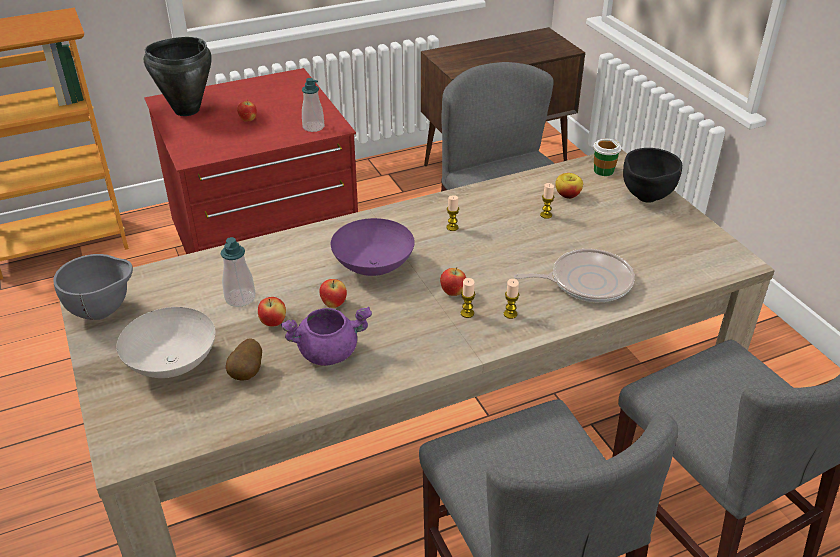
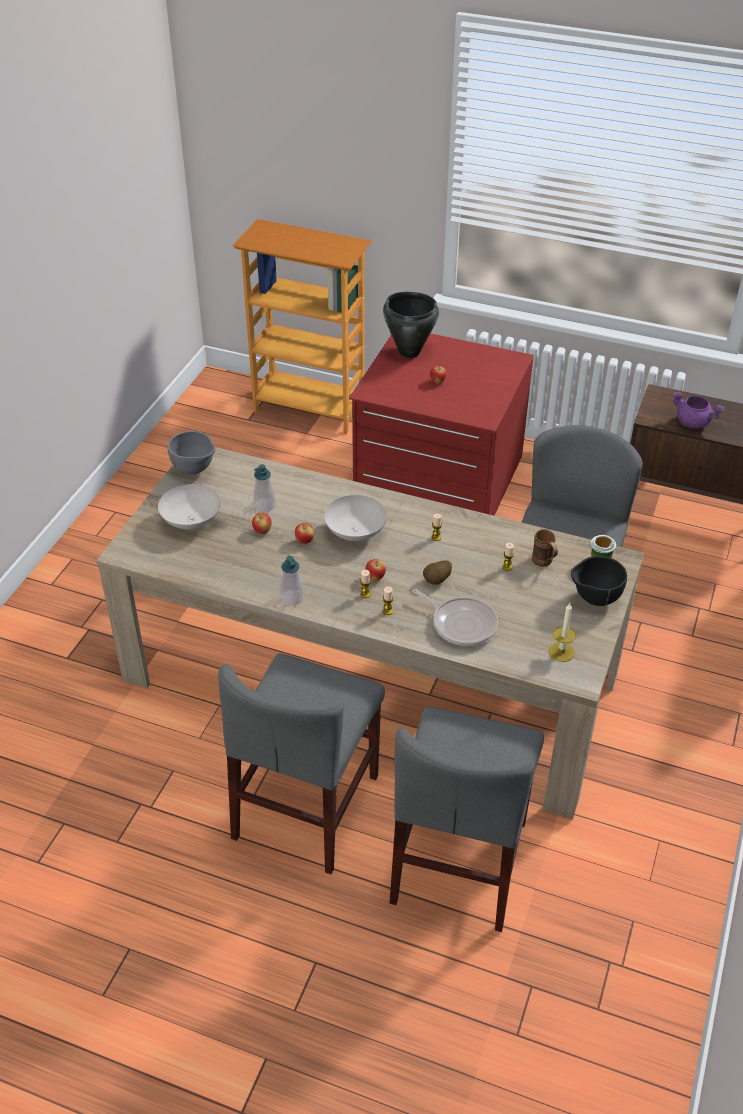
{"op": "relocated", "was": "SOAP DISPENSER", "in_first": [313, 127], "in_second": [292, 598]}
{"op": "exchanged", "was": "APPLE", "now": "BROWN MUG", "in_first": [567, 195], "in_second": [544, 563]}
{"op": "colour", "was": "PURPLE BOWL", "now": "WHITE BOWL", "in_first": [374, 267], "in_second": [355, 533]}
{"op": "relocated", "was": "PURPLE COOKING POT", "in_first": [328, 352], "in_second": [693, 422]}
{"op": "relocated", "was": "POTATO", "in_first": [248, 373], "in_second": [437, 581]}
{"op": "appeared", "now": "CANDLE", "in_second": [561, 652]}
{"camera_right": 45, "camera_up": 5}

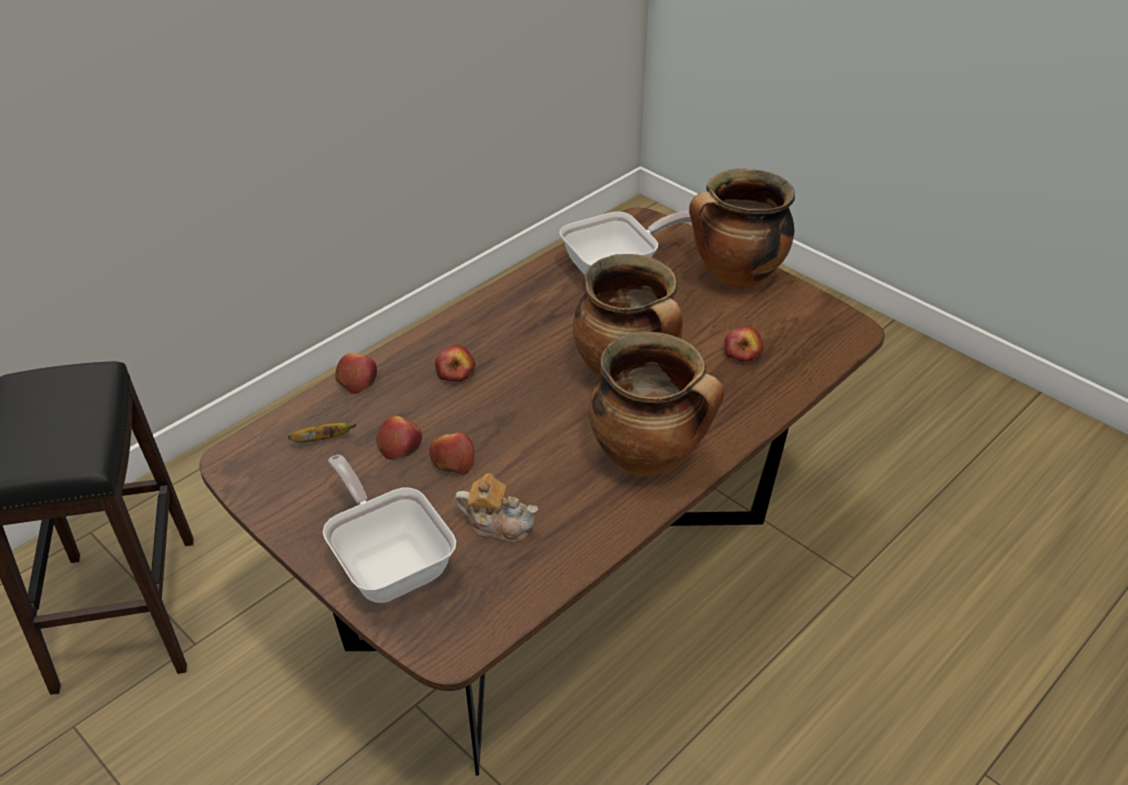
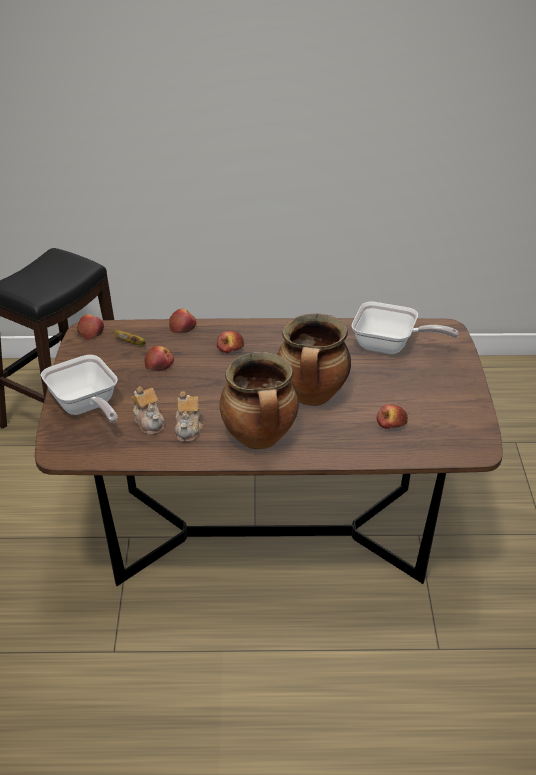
{"op": "missing", "was": "COOKING POT", "in_first": [736, 277]}
{"op": "relocated", "was": "APPLE", "in_first": [452, 461], "in_second": [90, 332]}
{"op": "spun", "was": "FRYING PAN", "in_first": [389, 562], "in_second": [85, 407], "clockwise": 135}
{"op": "appeared", "now": "TEAPOT", "in_second": [188, 429]}
{"camera_right": 45, "camera_up": -5}

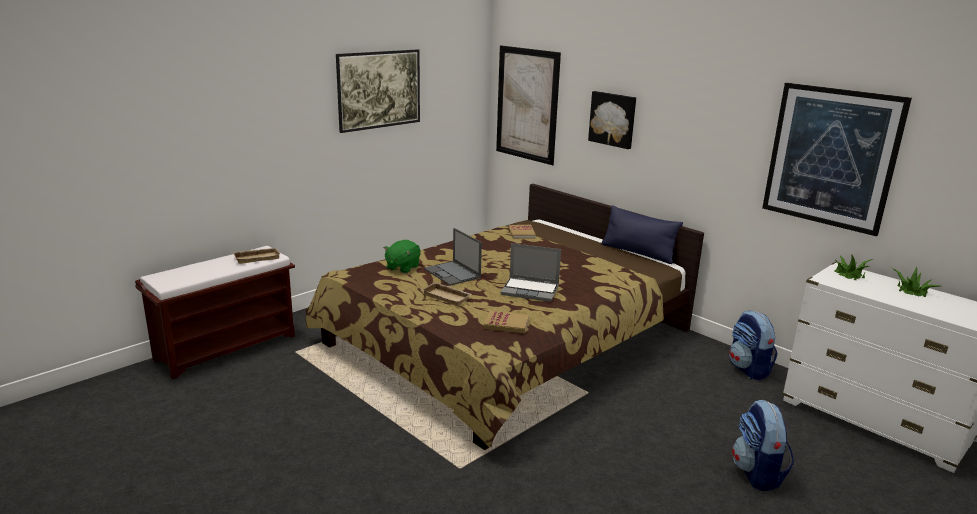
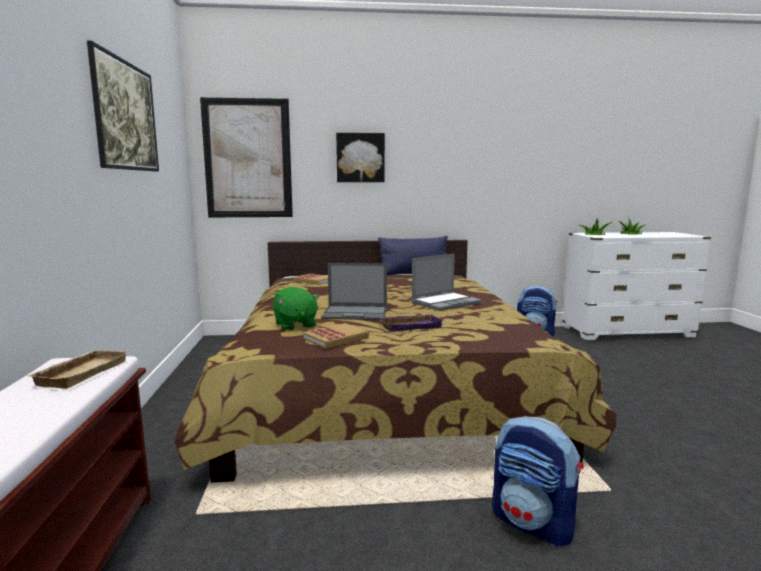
{"op": "missing", "was": "PICTURE", "in_first": [831, 157]}
{"op": "colour", "was": "BEIGE TRAY", "now": "PURPLE TRAY", "in_first": [447, 297], "in_second": [410, 326]}
{"op": "relocated", "was": "BOOK", "in_first": [506, 324], "in_second": [336, 338]}
{"op": "relocated", "was": "BACKPACK", "in_first": [757, 474], "in_second": [533, 523]}
{"camera_right": -50, "camera_up": -10}

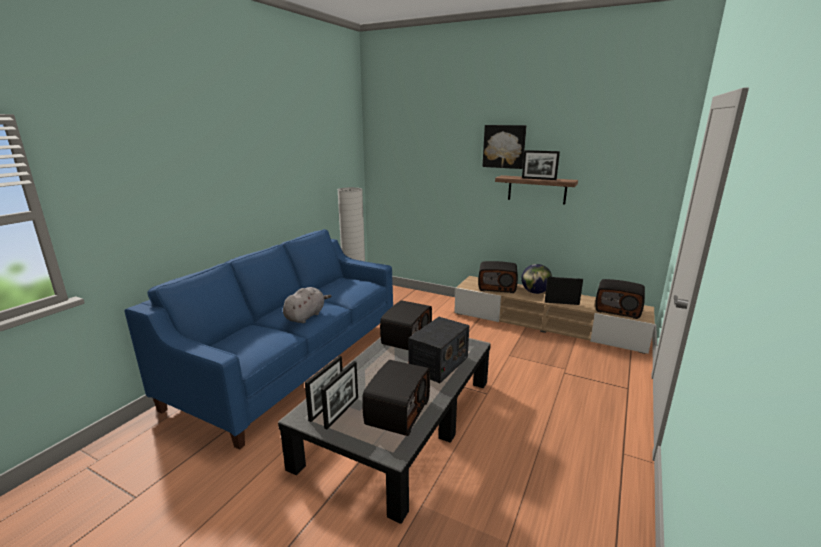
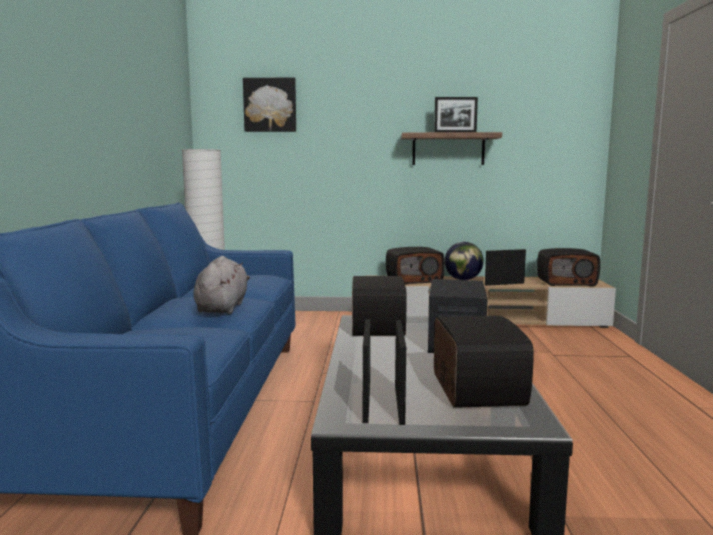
{"op": "relocated", "was": "PICTURE", "in_first": [504, 146], "in_second": [270, 105]}
{"camera_right": -25, "camera_up": -10}

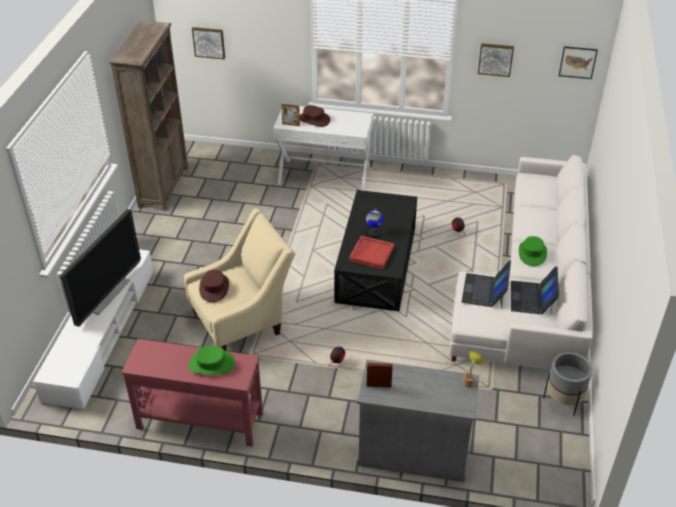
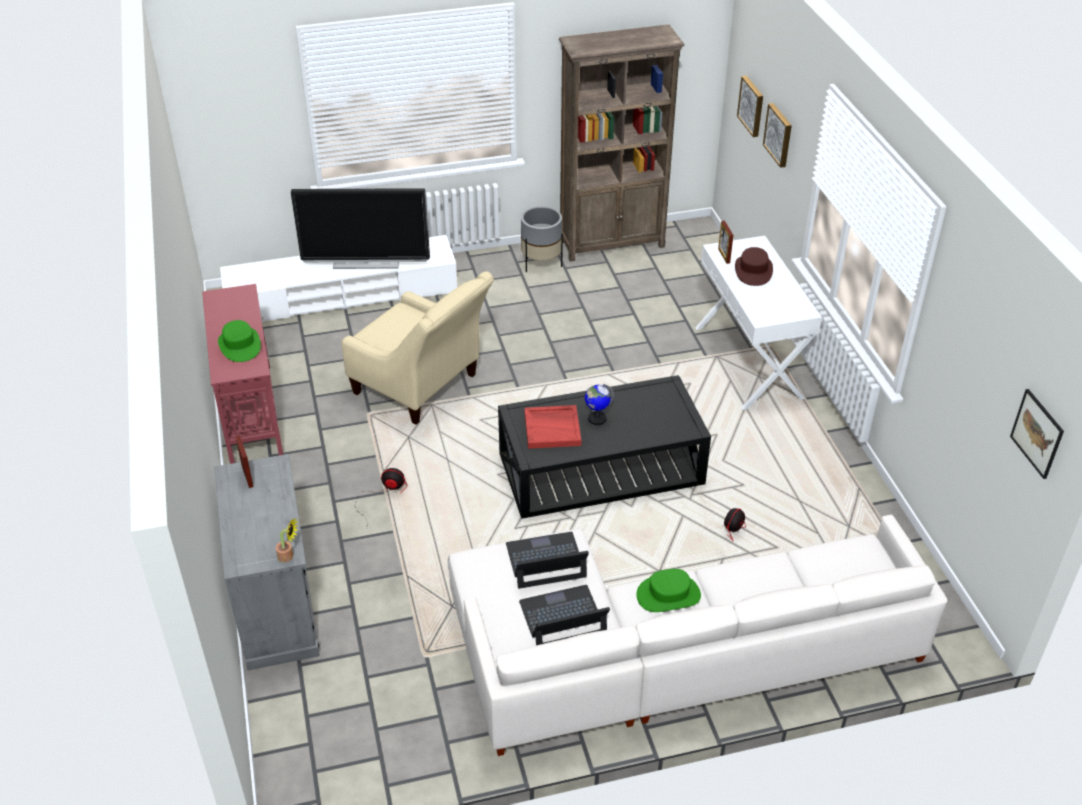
{"op": "relocated", "was": "PICTURE", "in_first": [495, 59], "in_second": [779, 134]}
{"op": "missing", "was": "BROWN HAT", "in_first": [214, 288]}
{"op": "relocated", "was": "GREY PLANTER", "in_first": [563, 401], "in_second": [541, 263]}
{"camera_right": 65, "camera_up": 0}

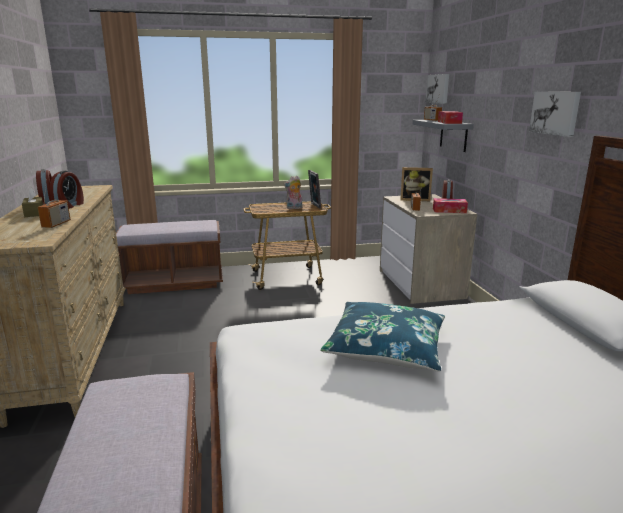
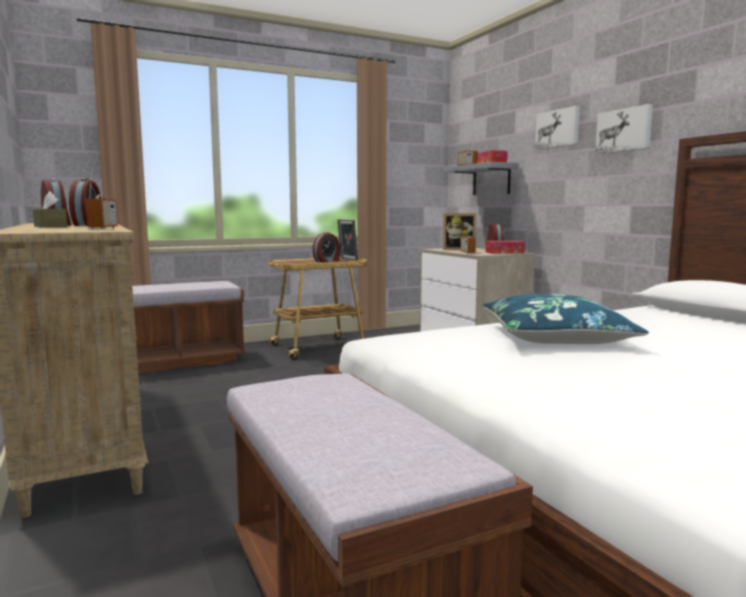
{"op": "relocated", "was": "PICTURE", "in_first": [438, 89], "in_second": [558, 128]}
{"op": "exchanged", "was": "PLUSH TOY", "now": "ALARM CLOCK", "in_first": [294, 208], "in_second": [327, 261]}
{"camera_right": -15, "camera_up": -10}

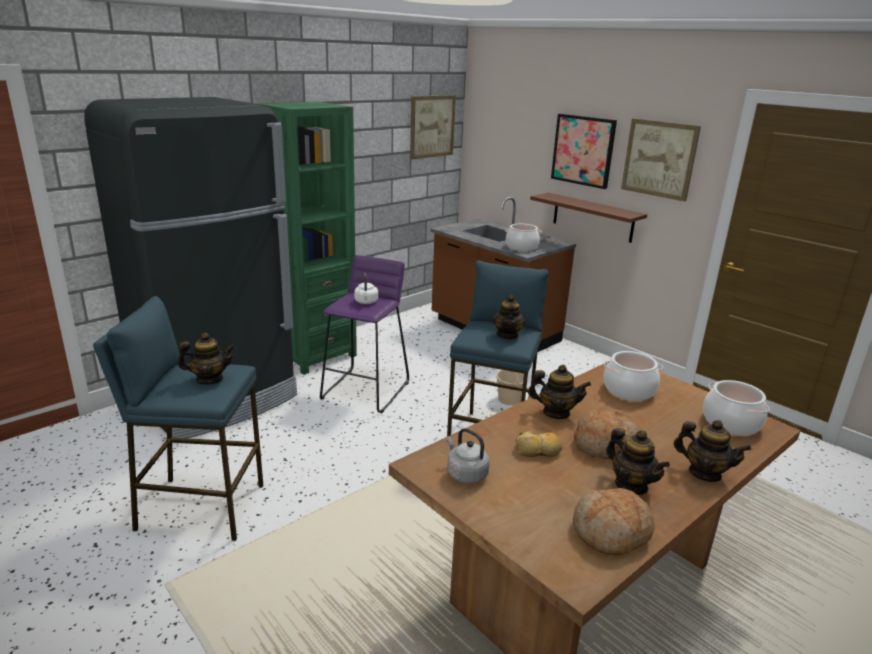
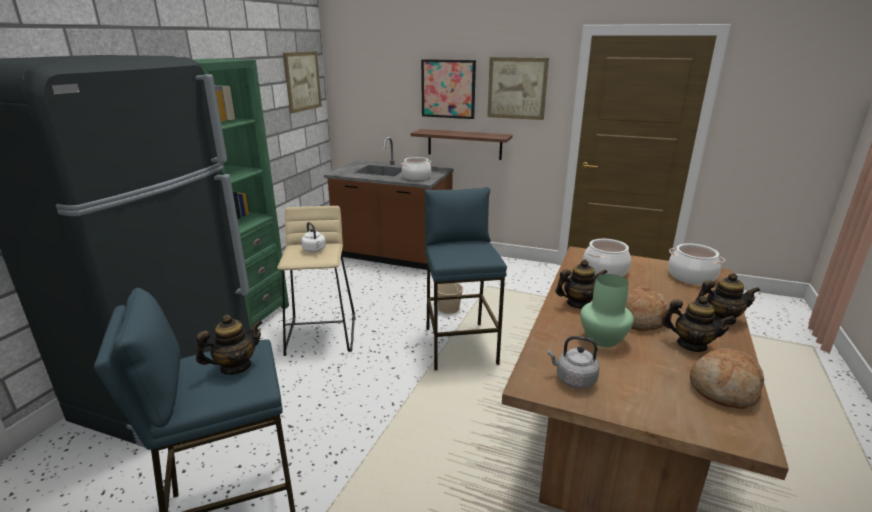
{"op": "colour", "was": "PURPLE STOOL", "now": "BEIGE STOOL", "in_first": [366, 390], "in_second": [322, 335]}
{"op": "missing", "was": "TEAPOT", "in_first": [507, 335]}
{"op": "exchanged", "was": "BREAD", "now": "GREEN VASE", "in_first": [538, 451], "in_second": [602, 339]}
{"camera_right": -25, "camera_up": 0}

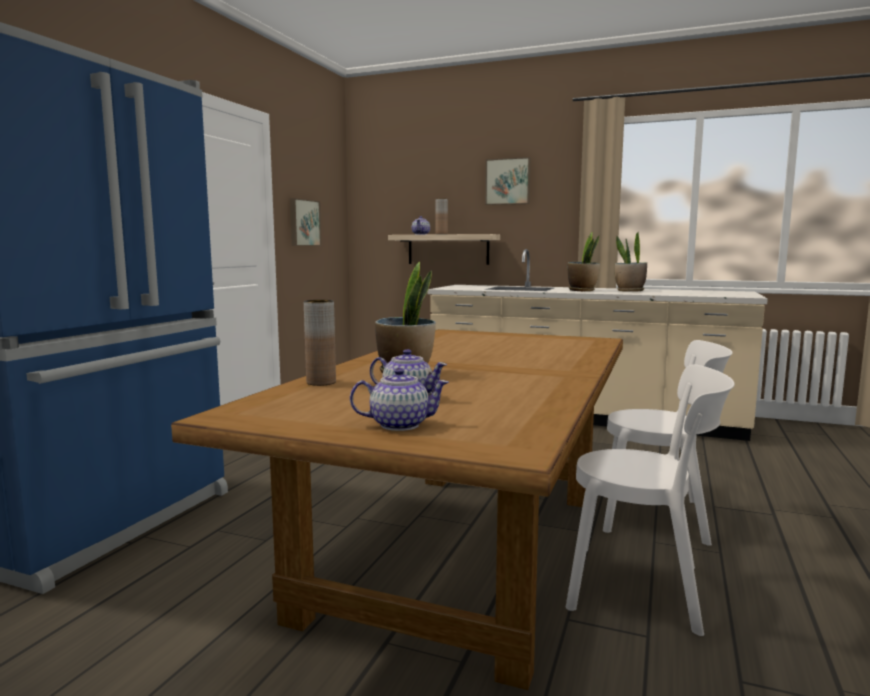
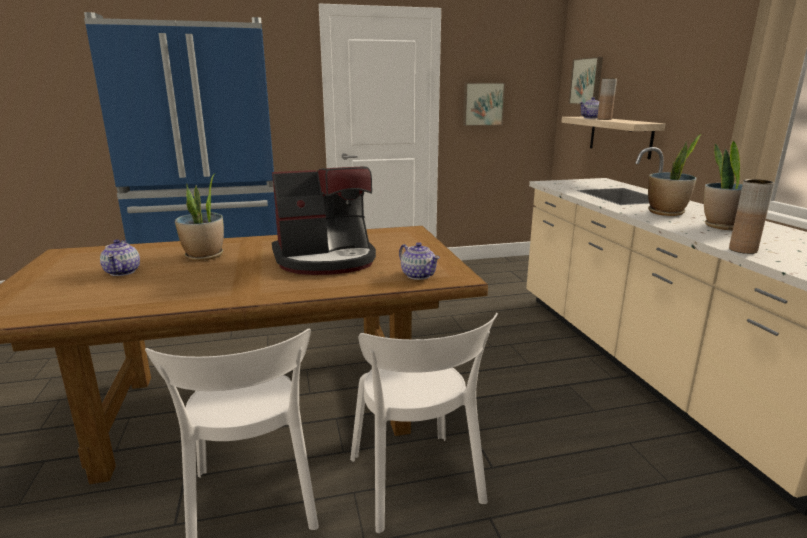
{"op": "relocated", "was": "PICTURE", "in_first": [508, 181], "in_second": [587, 81]}
{"op": "relocated", "was": "BROWN VASE", "in_first": [321, 382], "in_second": [742, 250]}
{"op": "relocated", "was": "TEAPOT", "in_first": [399, 424], "in_second": [418, 275]}
{"op": "appeared", "now": "COFFEE MACHINE", "in_second": [326, 259]}
{"camera_right": 55, "camera_up": 10}

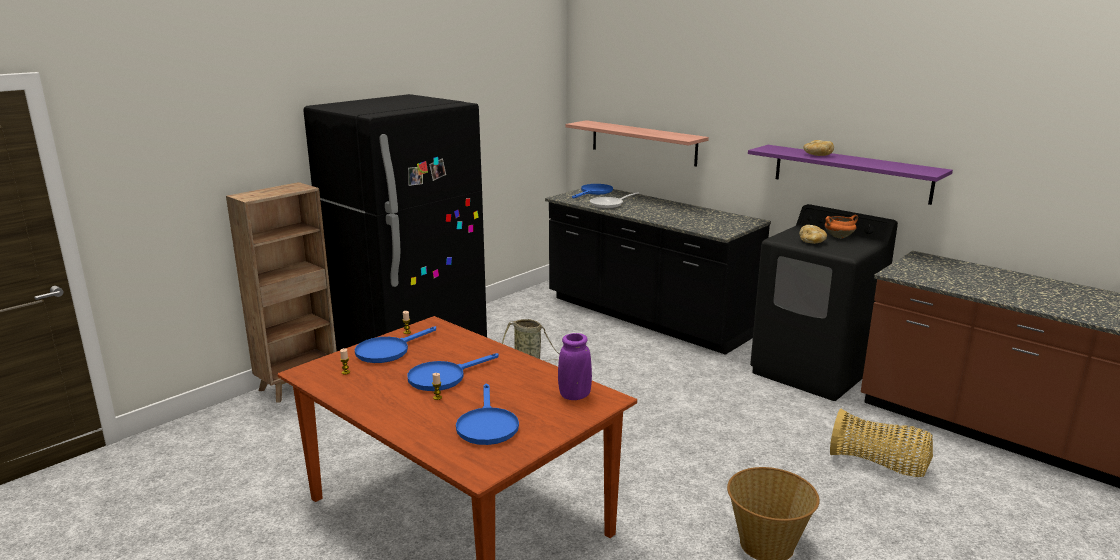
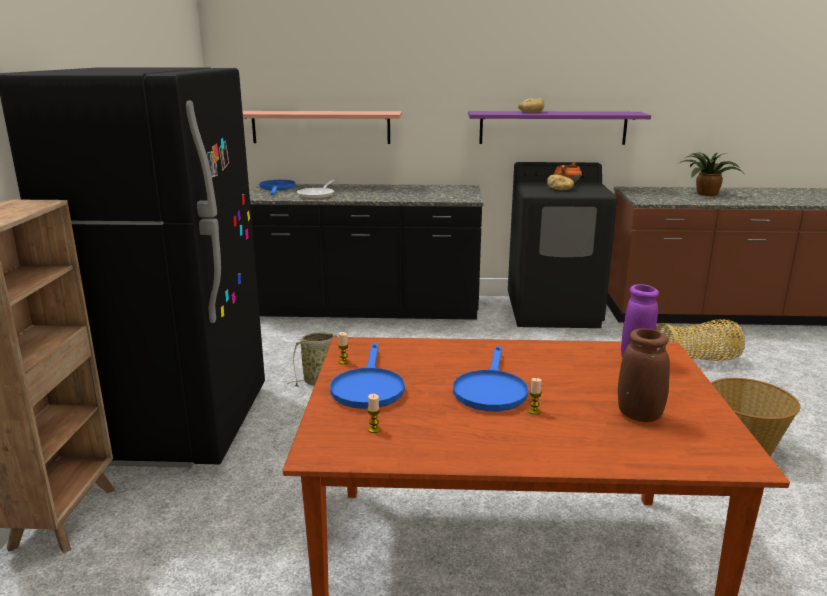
{"op": "exchanged", "was": "BLUE FRYING PAN", "now": "BROWN VASE", "in_first": [487, 425], "in_second": [639, 415]}
{"op": "appeared", "now": "POTTED PLANT", "in_second": [706, 193]}
{"camera_right": -40, "camera_up": 0}

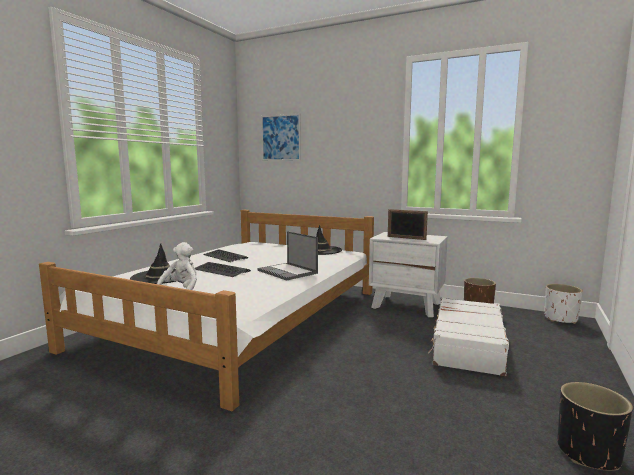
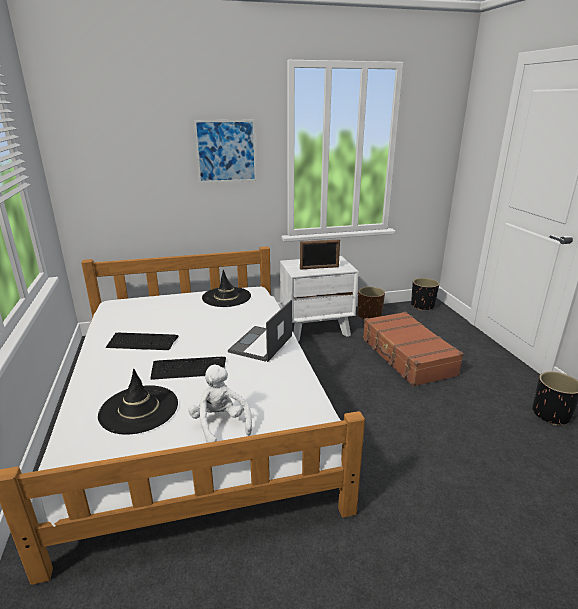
{"op": "relocated", "was": "PICTURE", "in_first": [281, 137], "in_second": [226, 151]}
{"op": "spun", "was": "LAPTOP", "in_first": [288, 272], "in_second": [261, 344], "clockwise": 105}
{"op": "colour", "was": "WHITE PLANTER", "now": "BLACK PLANTER", "in_first": [560, 319], "in_second": [422, 306]}
{"op": "colour", "was": "WHITE SUITCASE", "now": "BROWN SUITCASE", "in_first": [467, 345], "in_second": [406, 357]}
{"camera_right": -40, "camera_up": 15}

